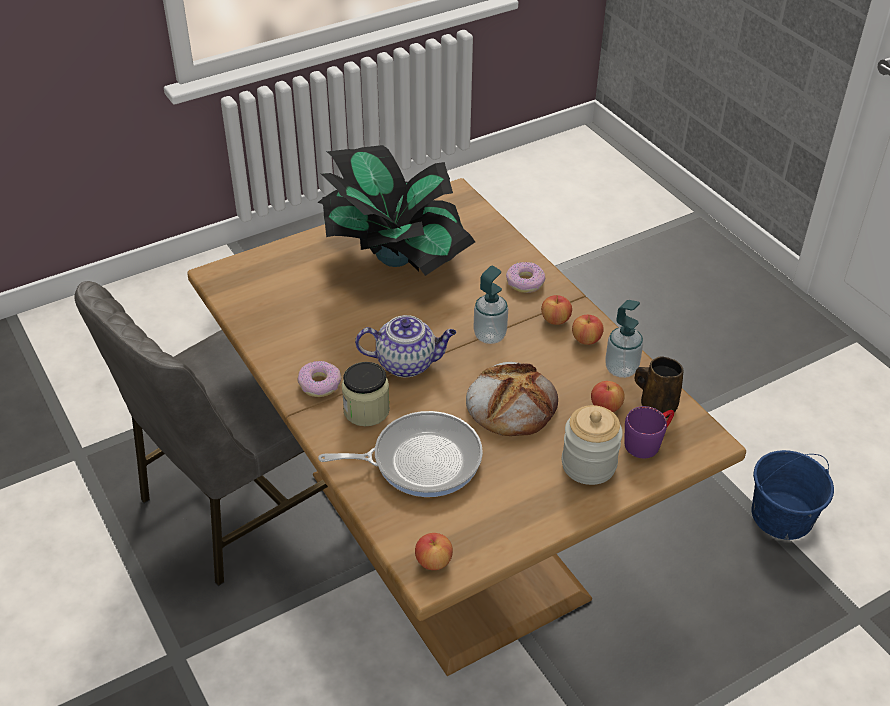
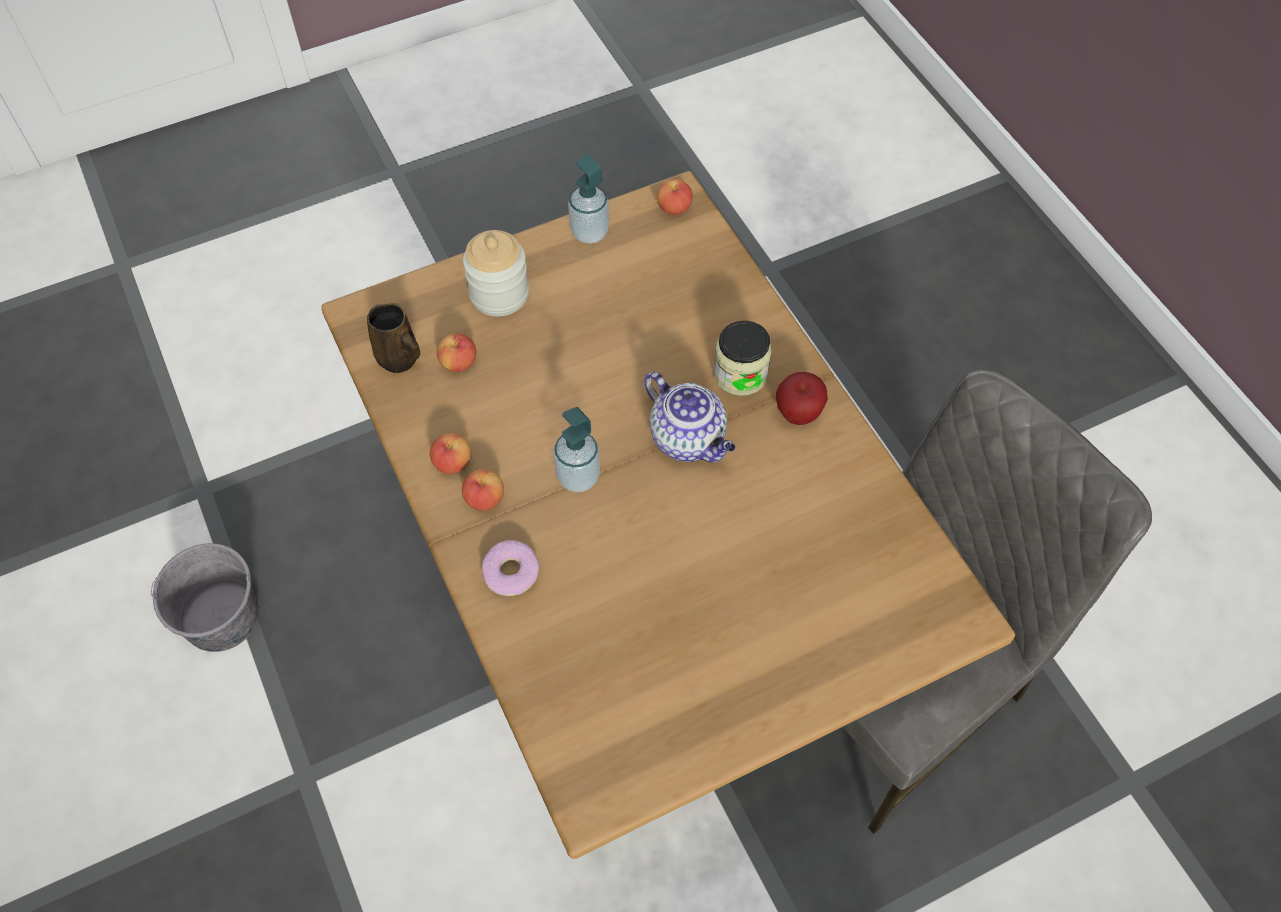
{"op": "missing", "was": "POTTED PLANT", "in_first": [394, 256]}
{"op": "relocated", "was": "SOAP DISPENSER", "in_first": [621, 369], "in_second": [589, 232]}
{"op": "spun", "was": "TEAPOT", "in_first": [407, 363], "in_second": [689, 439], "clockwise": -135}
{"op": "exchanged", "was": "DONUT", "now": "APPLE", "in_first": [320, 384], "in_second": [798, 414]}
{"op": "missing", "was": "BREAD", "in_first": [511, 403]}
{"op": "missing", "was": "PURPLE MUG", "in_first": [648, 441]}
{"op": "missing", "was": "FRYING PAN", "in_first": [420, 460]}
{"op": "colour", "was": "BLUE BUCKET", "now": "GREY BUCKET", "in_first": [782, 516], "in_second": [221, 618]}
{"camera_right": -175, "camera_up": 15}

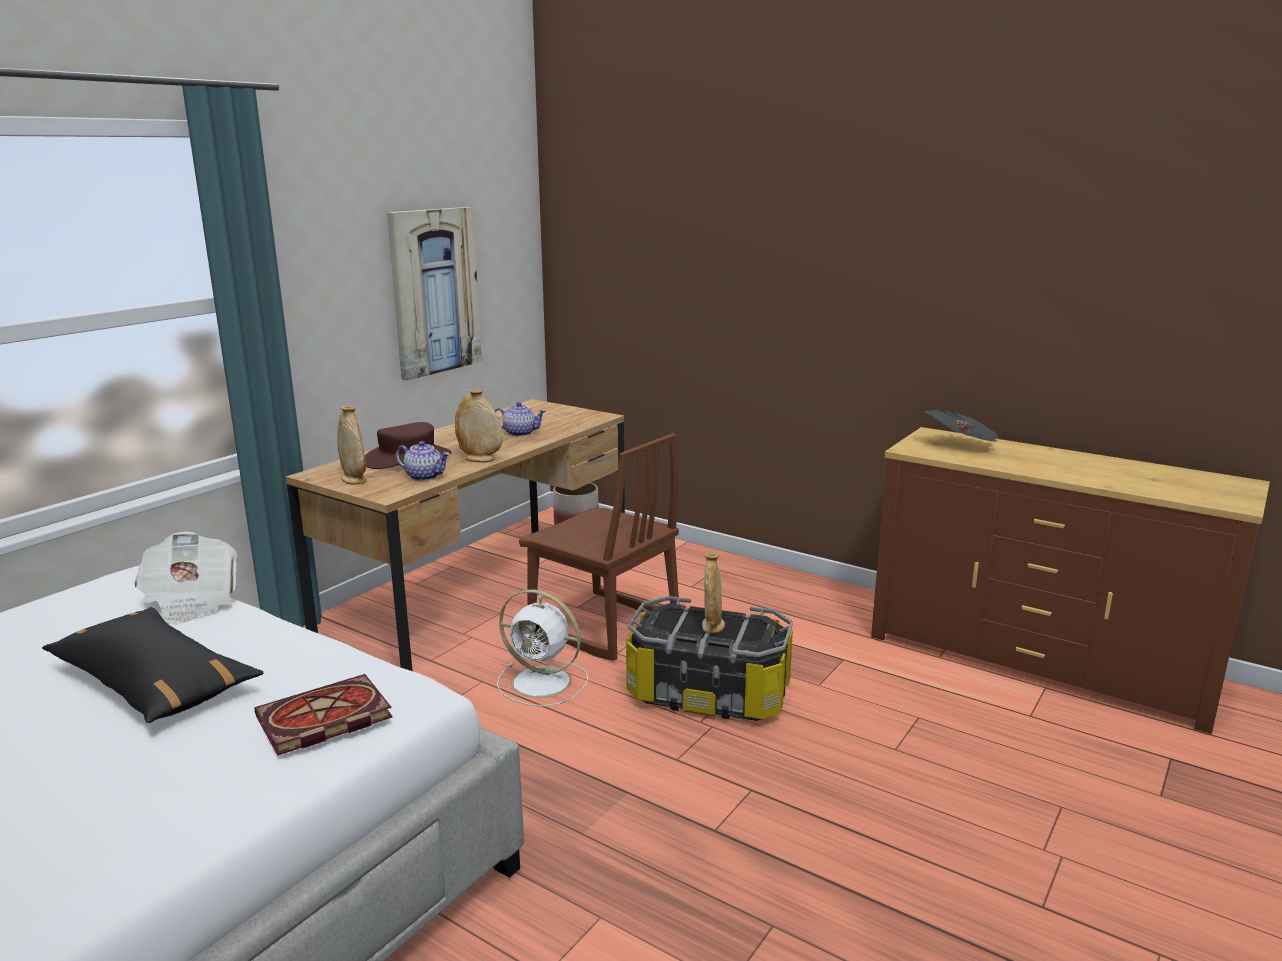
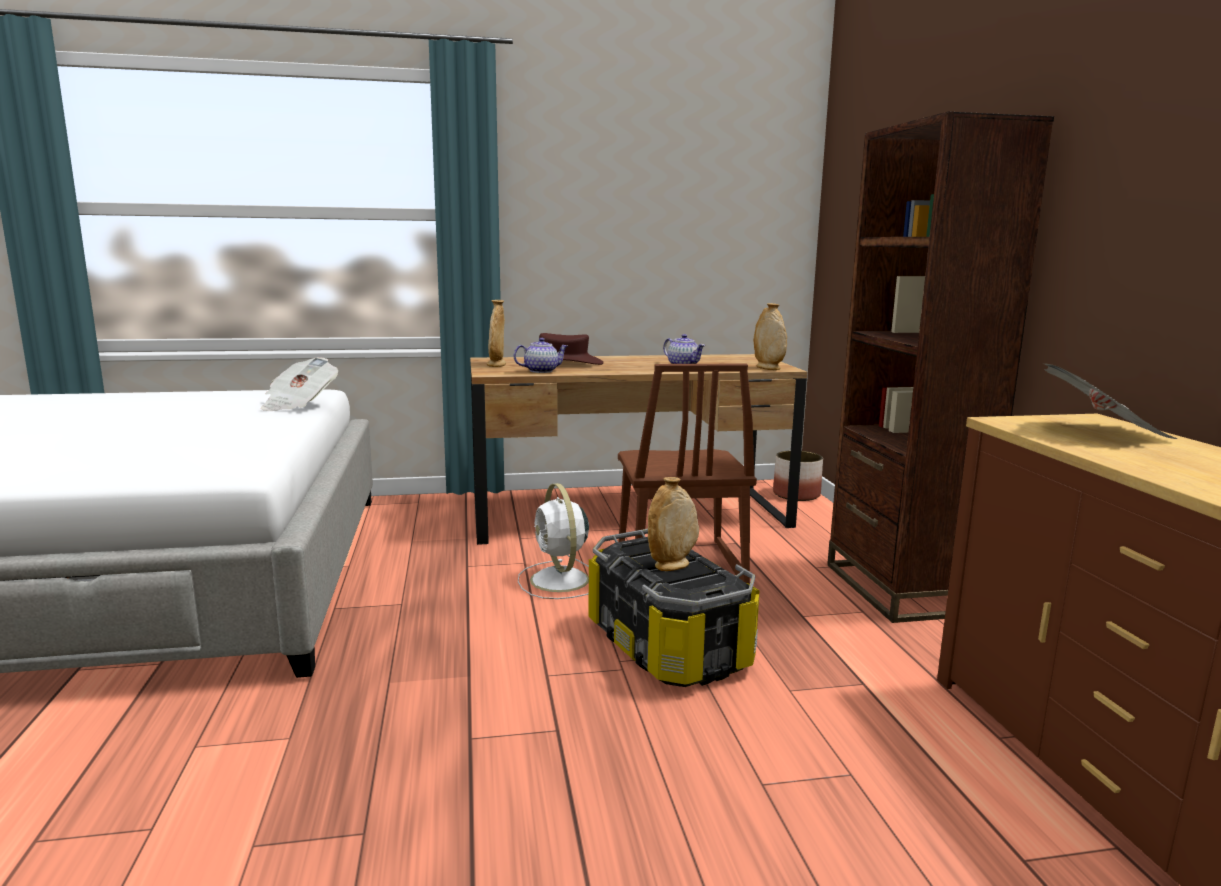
{"op": "missing", "was": "PICTURE", "in_first": [434, 291]}
{"op": "relocated", "was": "BEIGE VASE", "in_first": [480, 459], "in_second": [768, 368]}
{"op": "spun", "was": "TEAPOT", "in_first": [425, 476], "in_second": [541, 371], "clockwise": -90}
{"op": "missing", "was": "BLACK PILLOW", "in_first": [154, 683]}
{"op": "missing", "was": "BOOK", "in_first": [322, 720]}
{"op": "appeared", "now": "BROWN BOOKCASE", "in_second": [900, 589]}
{"camera_right": 45, "camera_up": -5}

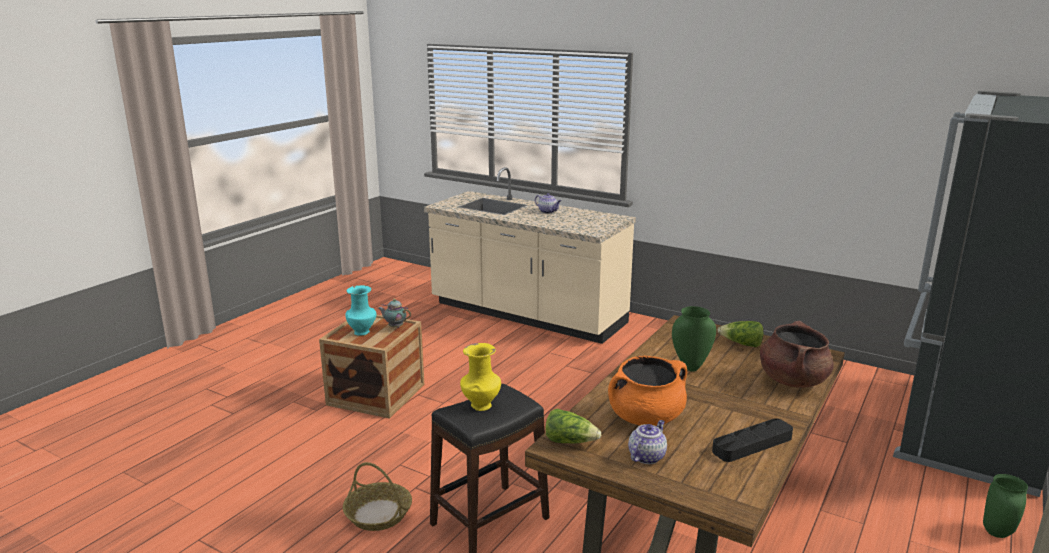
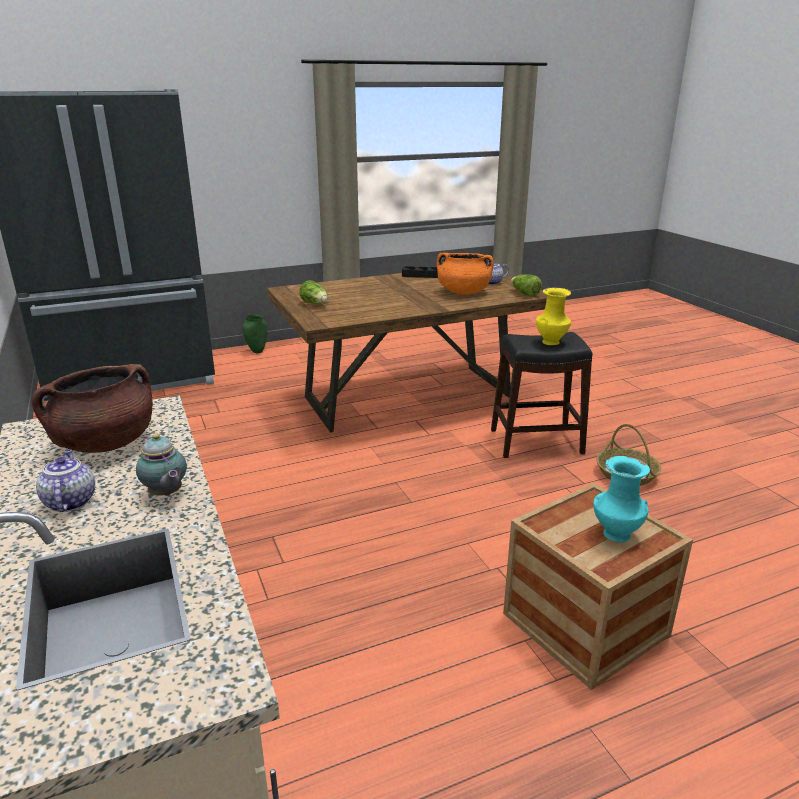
{"op": "relocated", "was": "TEAPOT", "in_first": [395, 327], "in_second": [166, 494]}
{"op": "missing", "was": "GREEN VASE", "in_first": [691, 368]}
{"op": "relocated", "was": "BROWN COOKING POT", "in_first": [792, 380], "in_second": [105, 443]}
{"camera_right": -145, "camera_up": 5}

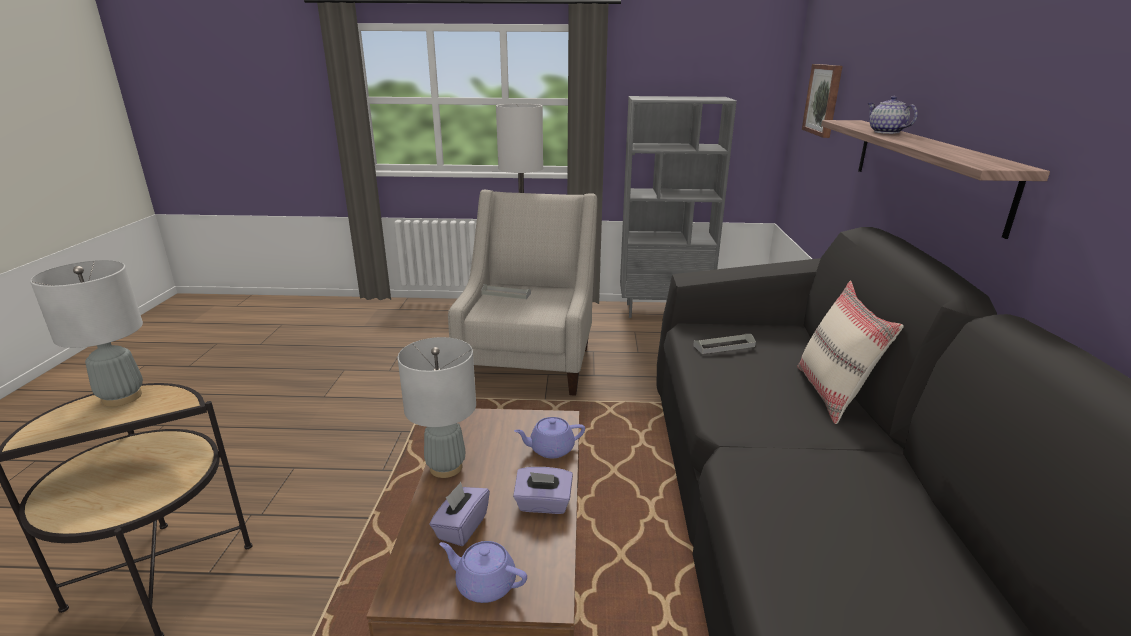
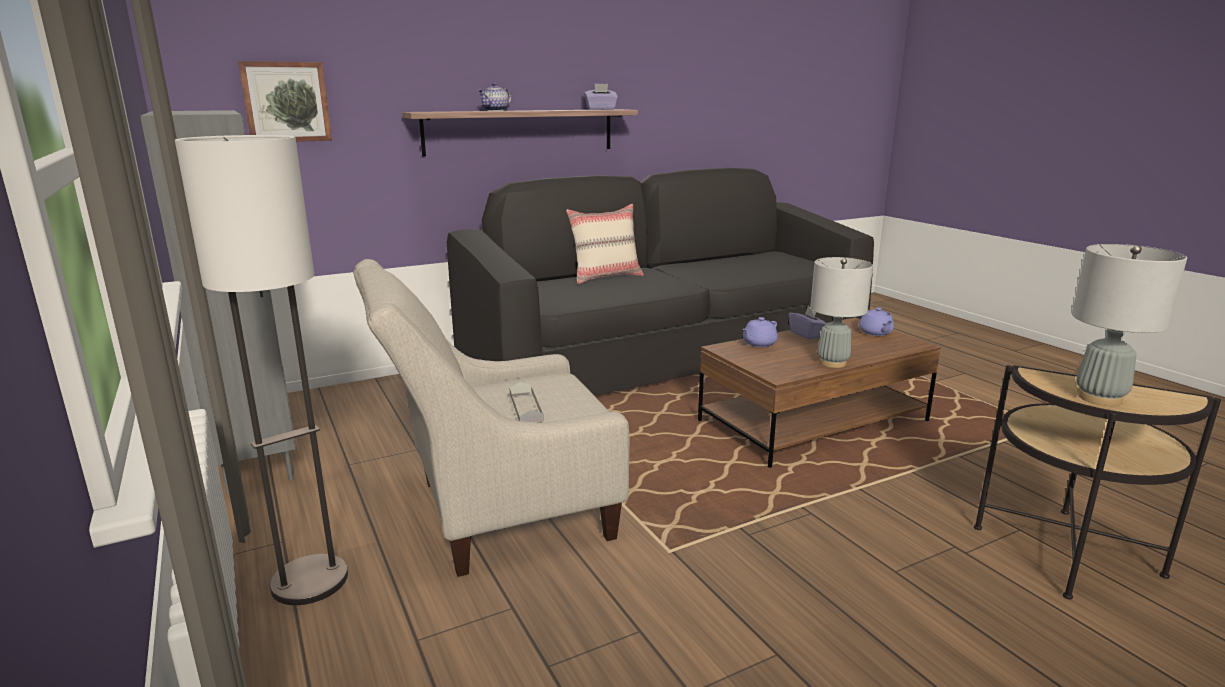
{"op": "missing", "was": "GREY TRAY", "in_first": [724, 346]}
{"op": "spun", "was": "PURPLE TEAPOT", "in_first": [550, 449], "in_second": [758, 343], "clockwise": 90}
{"op": "relocated", "was": "PURPLE TISSUE BOX", "in_first": [461, 527], "in_second": [601, 109]}
{"camera_right": -120, "camera_up": -5}

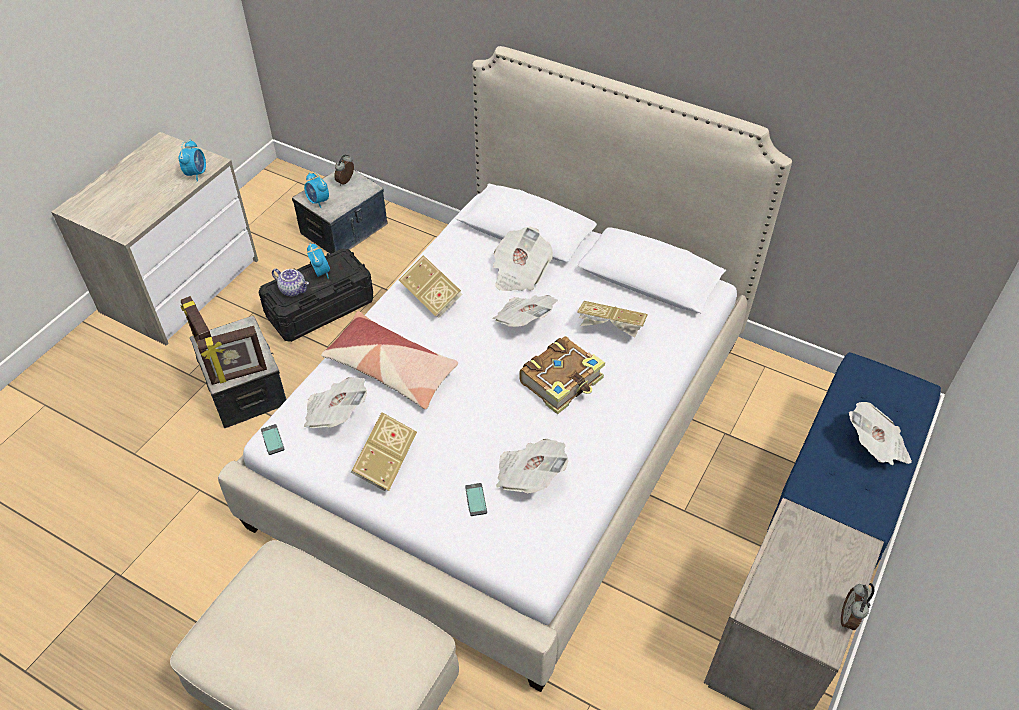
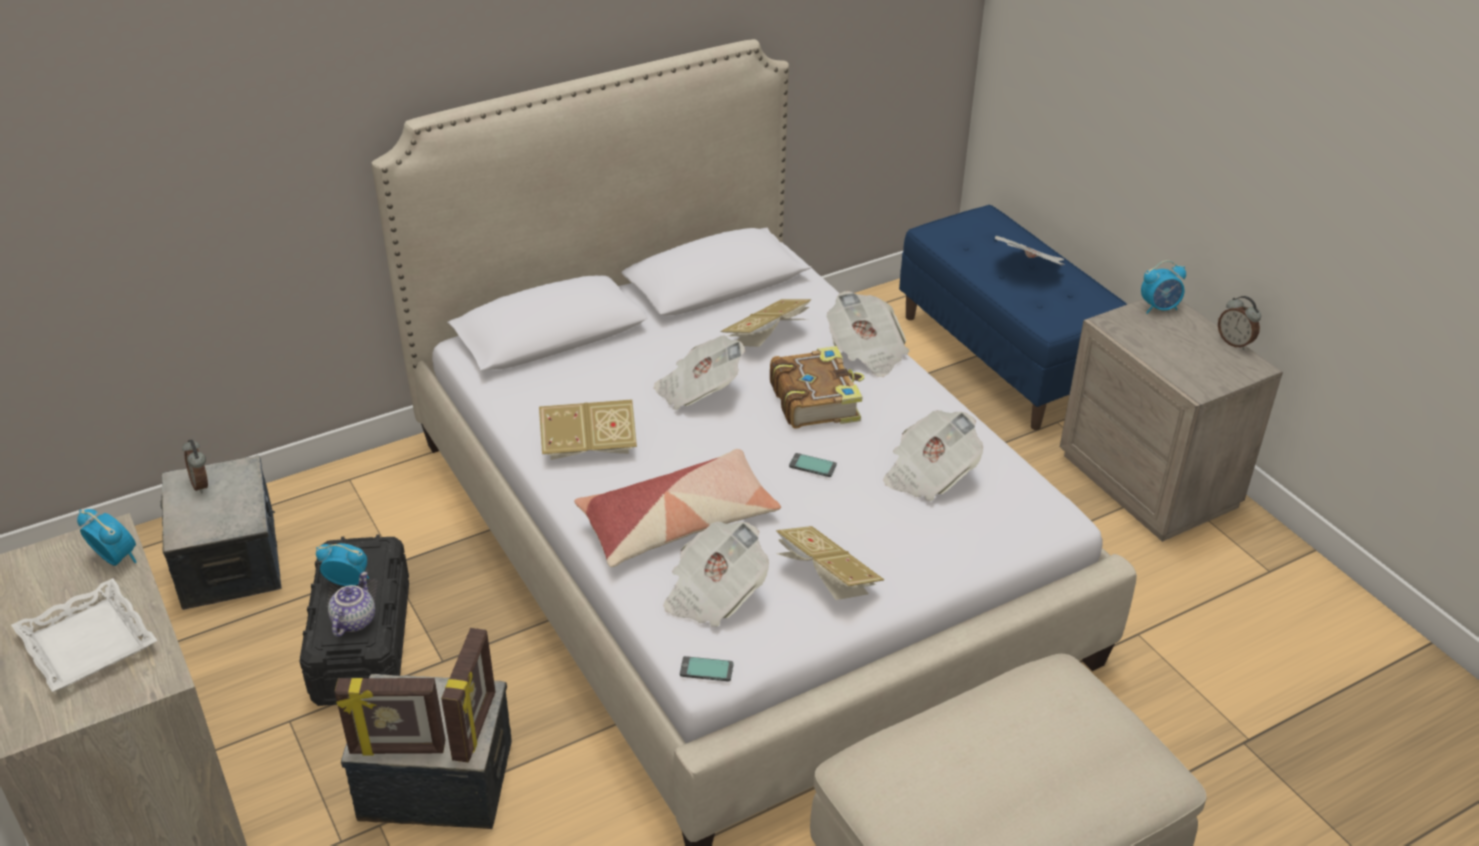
{"op": "relocated", "was": "ALARM CLOCK", "in_first": [318, 201], "in_second": [1159, 308]}
{"op": "relocated", "was": "NEWSPAPER", "in_first": [519, 273], "in_second": [866, 352]}
{"op": "spun", "was": "TEAPOT", "in_first": [293, 290], "in_second": [353, 620], "clockwise": -45}
{"op": "relocated", "was": "PHONE", "in_first": [475, 500], "in_second": [812, 466]}
{"op": "appeared", "now": "WHITE TRAY", "in_second": [86, 643]}
{"camera_right": -60, "camera_up": -10}

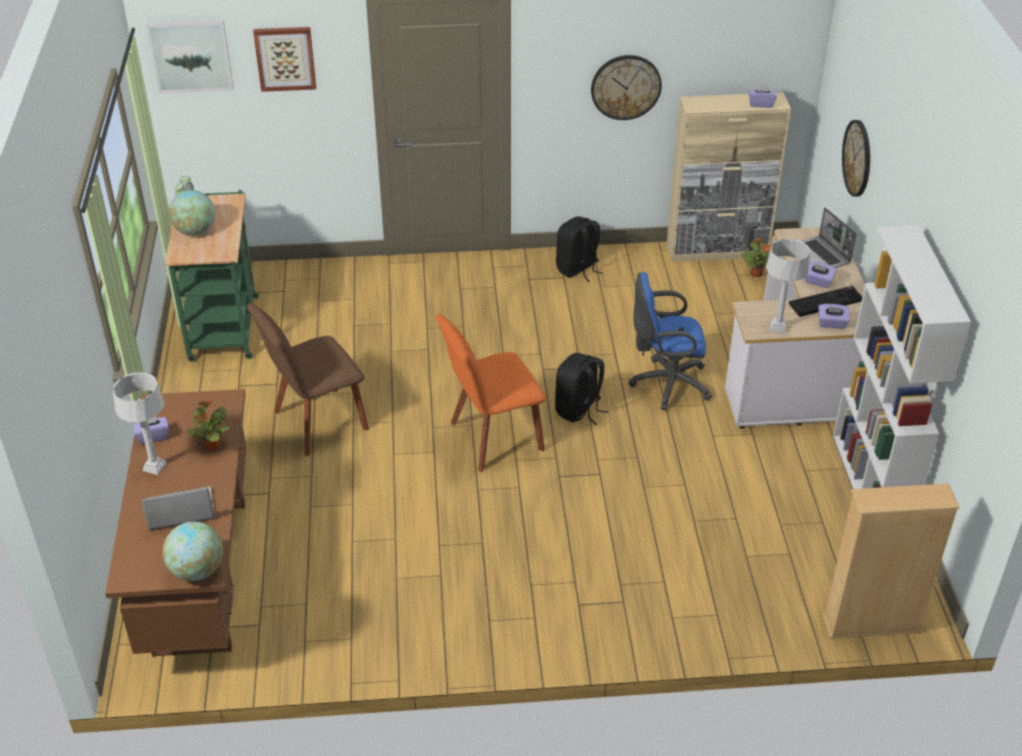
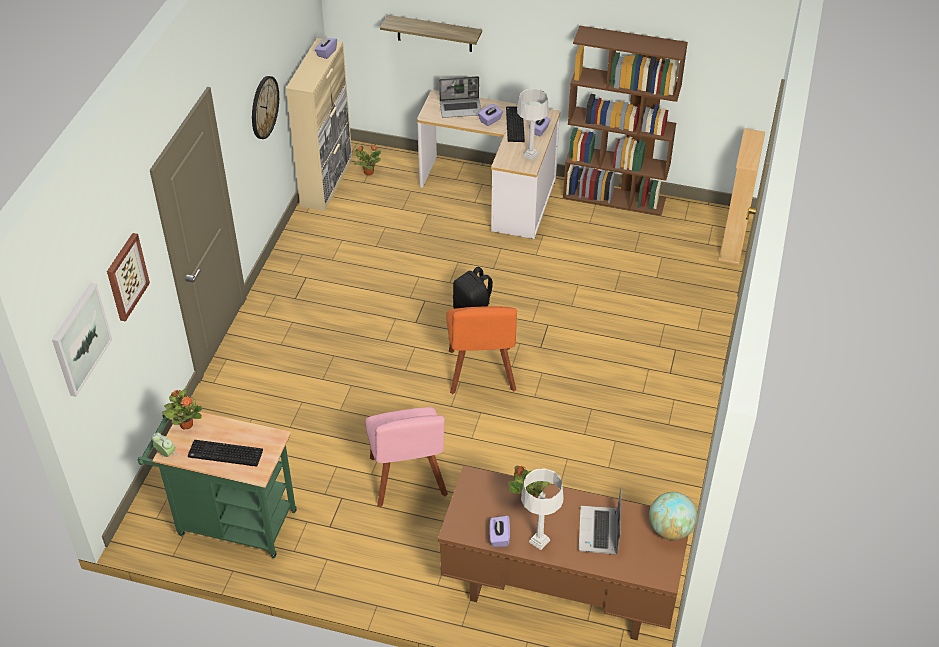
{"op": "exchanged", "was": "WALL CLOCK", "now": "SHELF", "in_first": [857, 158], "in_second": [434, 33]}
{"op": "exchanged", "was": "GLOBE", "now": "KEYBOARD", "in_first": [195, 231], "in_second": [224, 454]}
{"op": "missing", "was": "BLACK BACKPACK", "in_first": [578, 269]}
{"op": "colour", "was": "WHITE BOOKCASE", "now": "BROWN BOOKCASE", "in_first": [871, 483], "in_second": [615, 198]}
{"op": "missing", "was": "BLUE OFFICE CHAIR", "in_first": [666, 384]}
{"op": "colour", "was": "BROWN CHAIR", "now": "PINK CHAIR", "in_first": [316, 422], "in_second": [408, 480]}
{"op": "appeared", "now": "POTTED PLANT", "in_second": [186, 424]}
{"camera_right": -70, "camera_up": 5}

